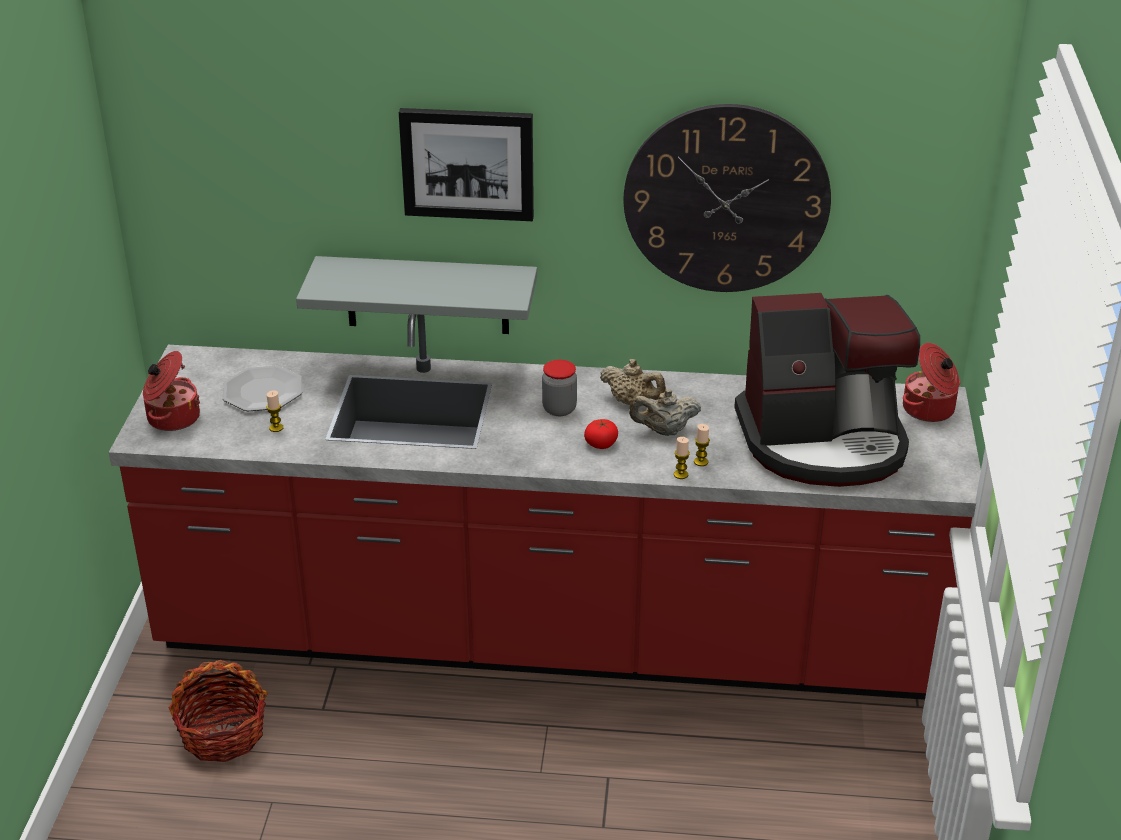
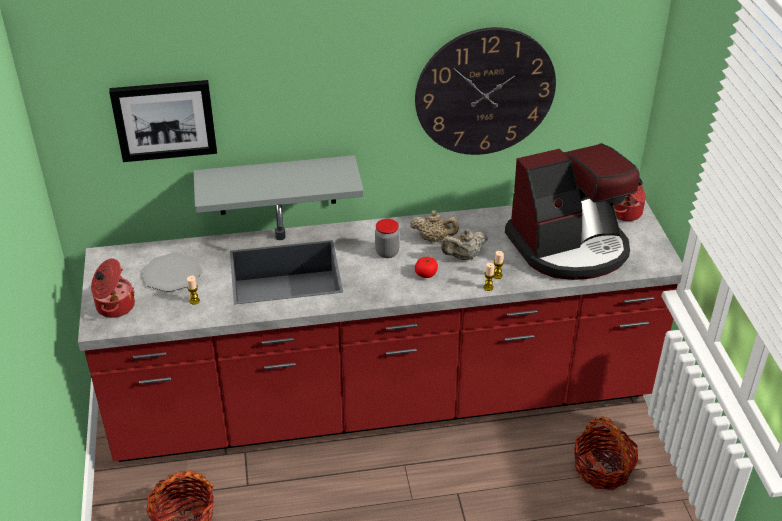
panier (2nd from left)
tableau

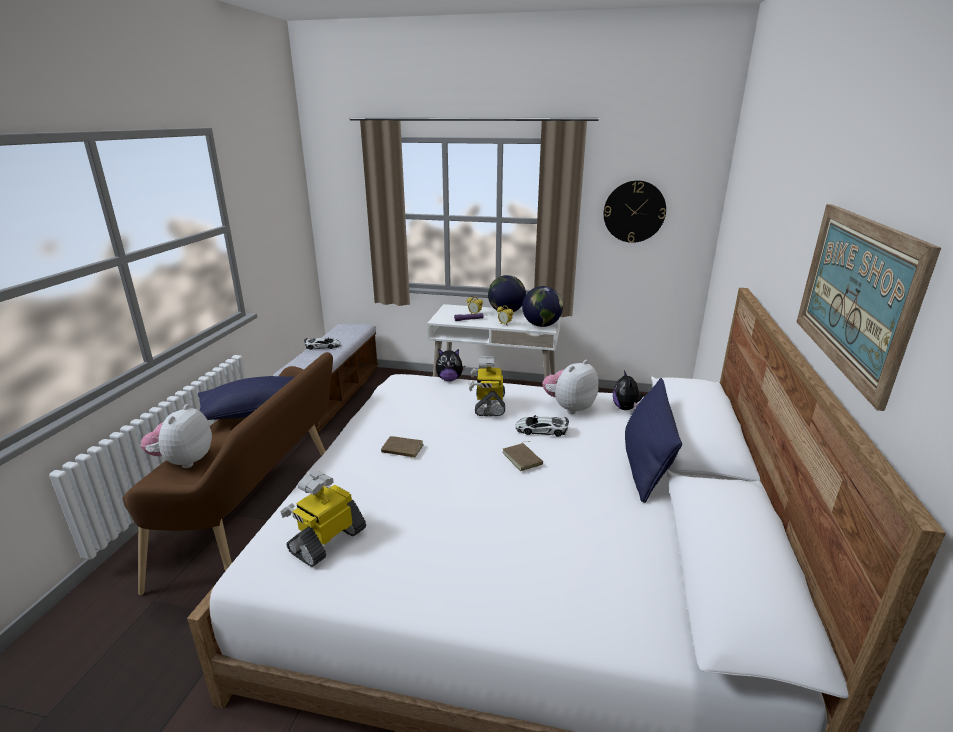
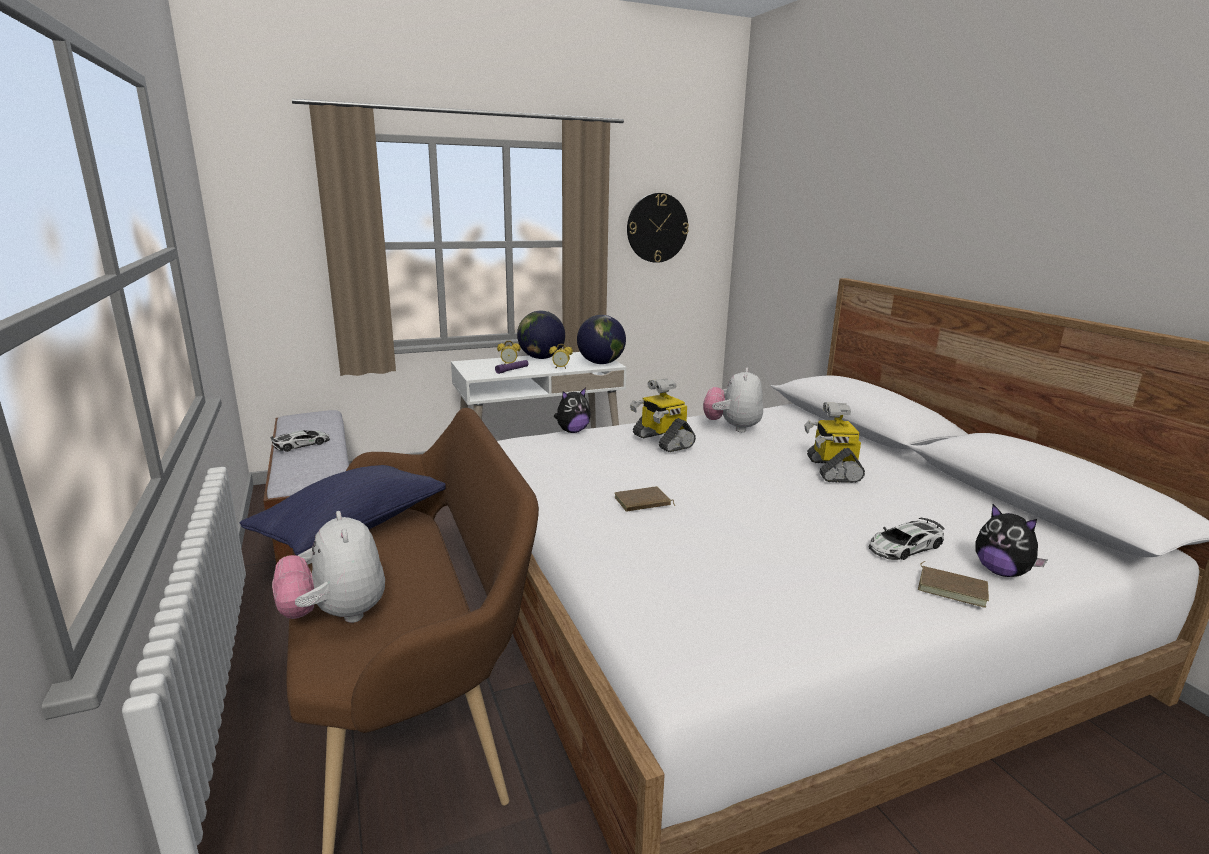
coussin (bleu) (2nd from left in the first image)
tableau
robot jouet (2nd from left)
livre (marron) (2nd from left)
petite voiture (2nd from left)
peluche (4th from left)

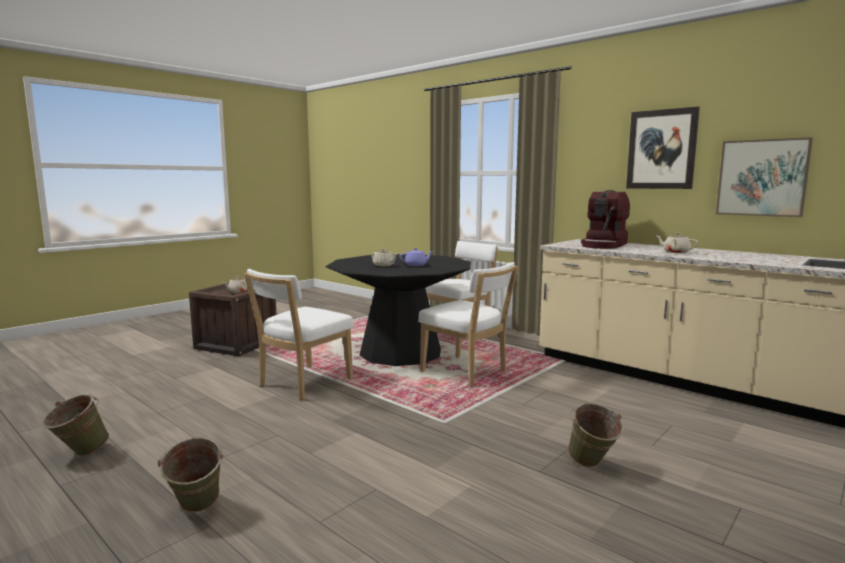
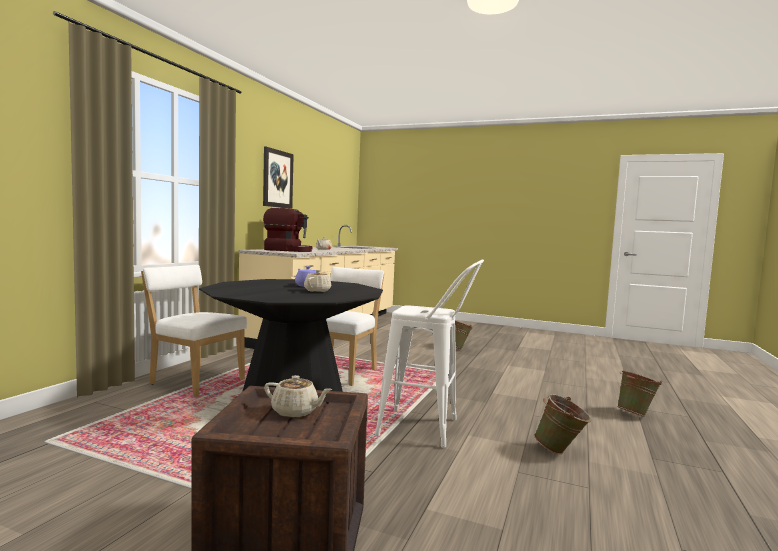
tableau (2nd from left in the first image)
seau (vert) (2nd from left)
tabouret (blanc)

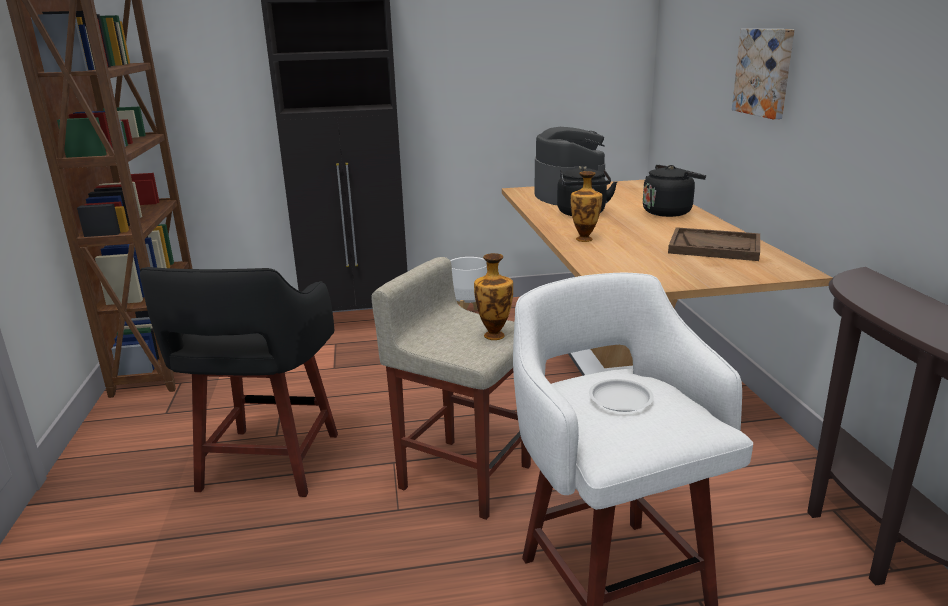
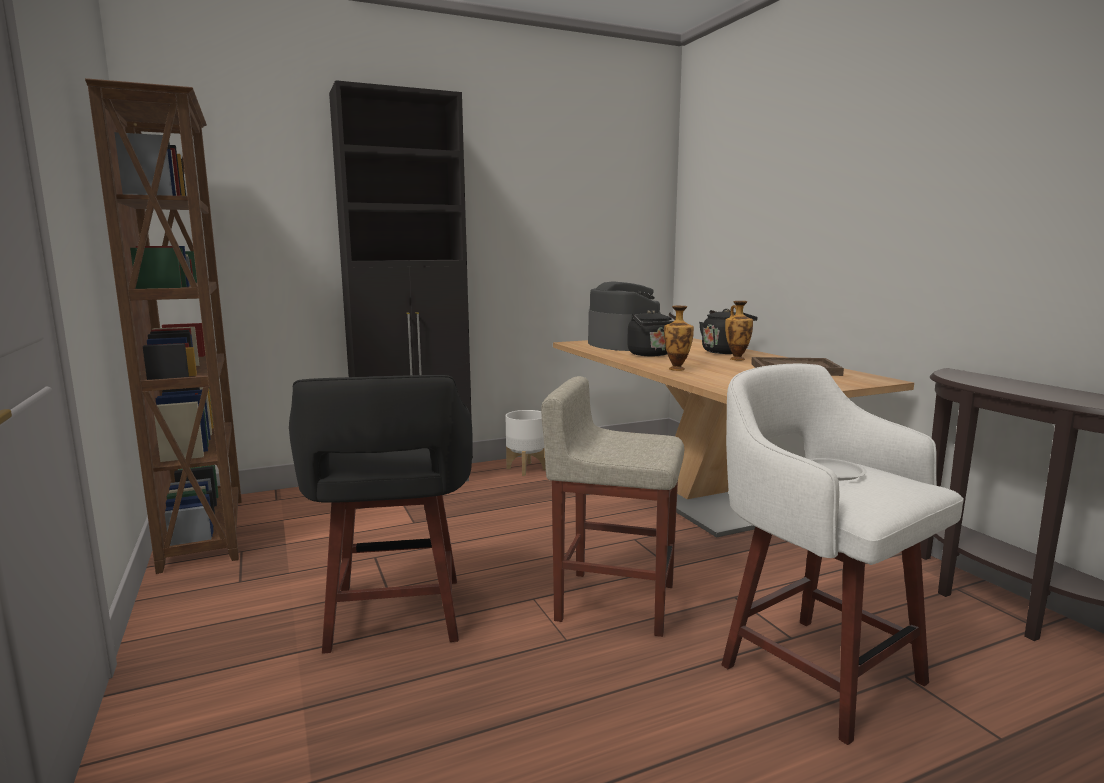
tableau
vase (2nd from left)

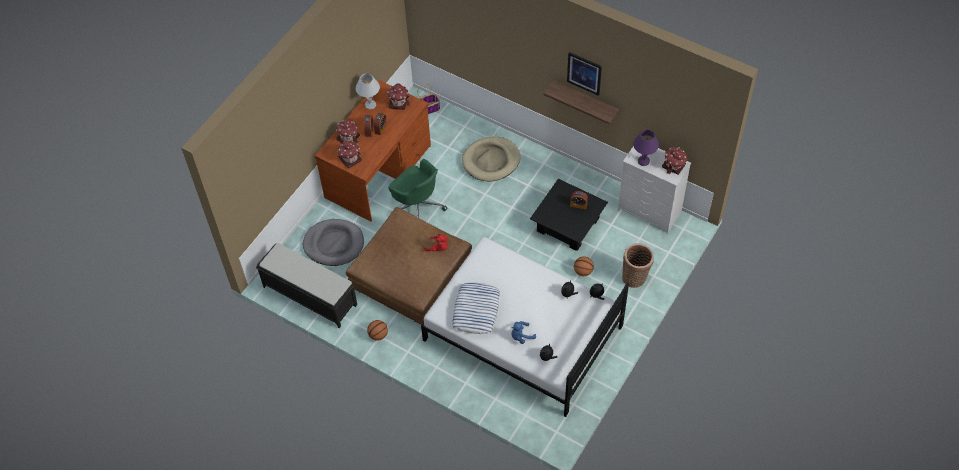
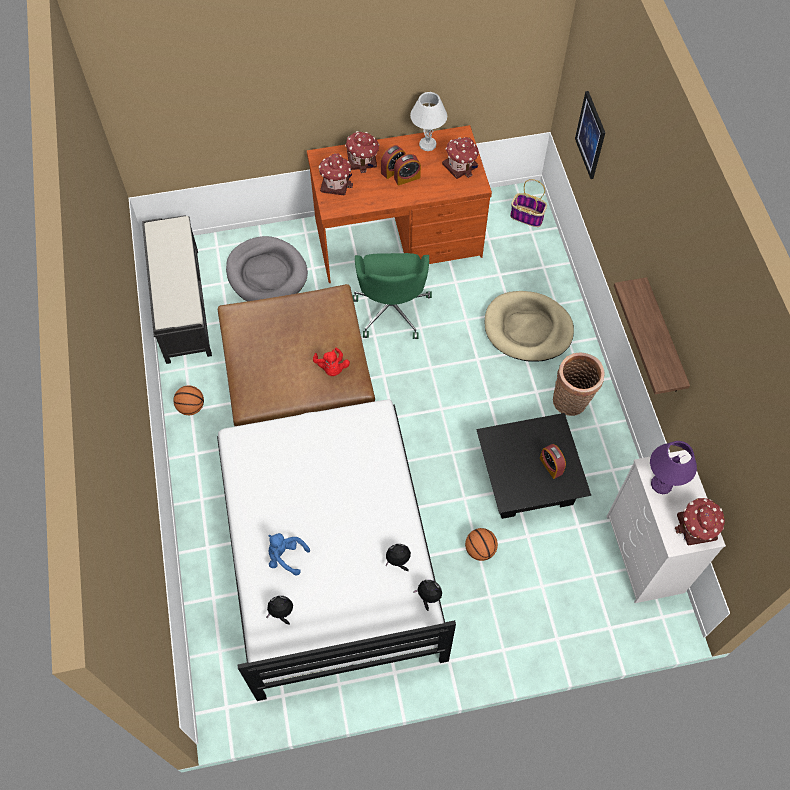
coussin
tableau
panier (2nd from left)

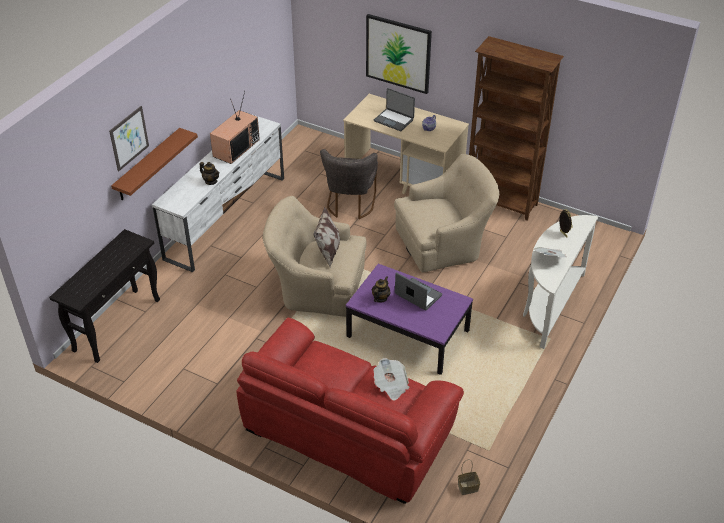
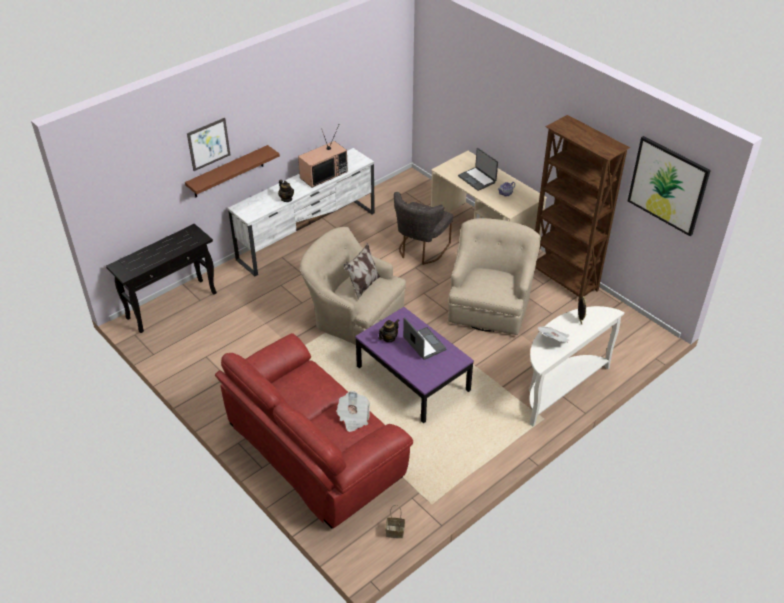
tableau (2nd from left)
fauteuil (beige) (2nd from left)

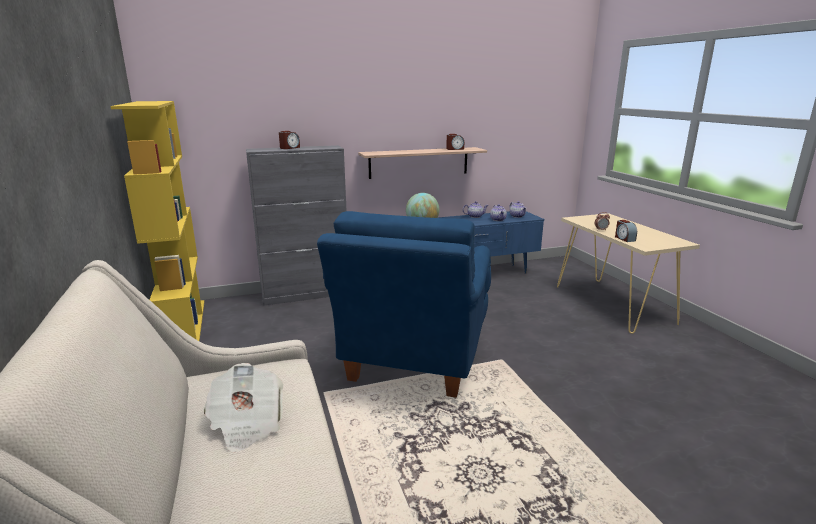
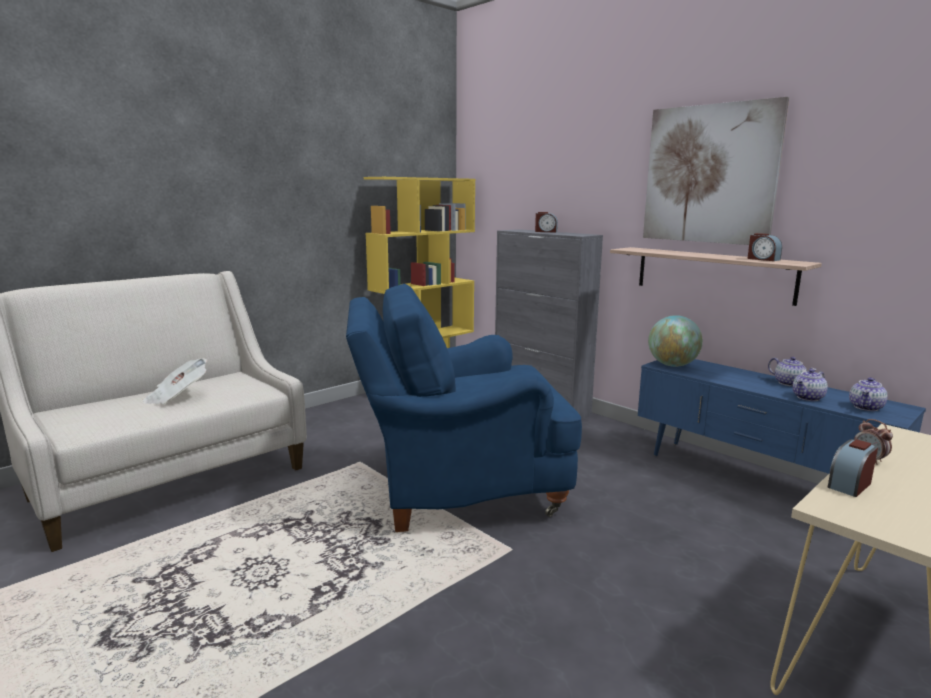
tableau

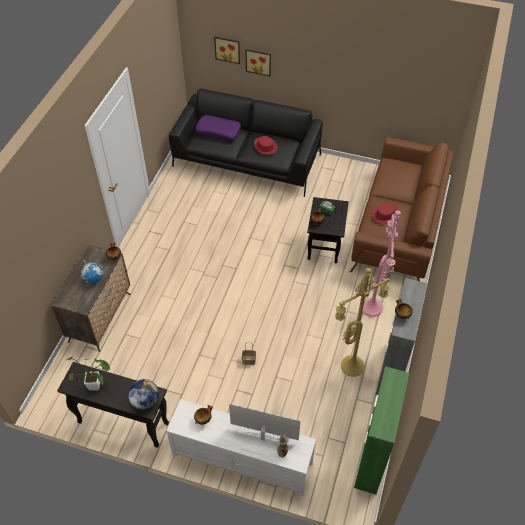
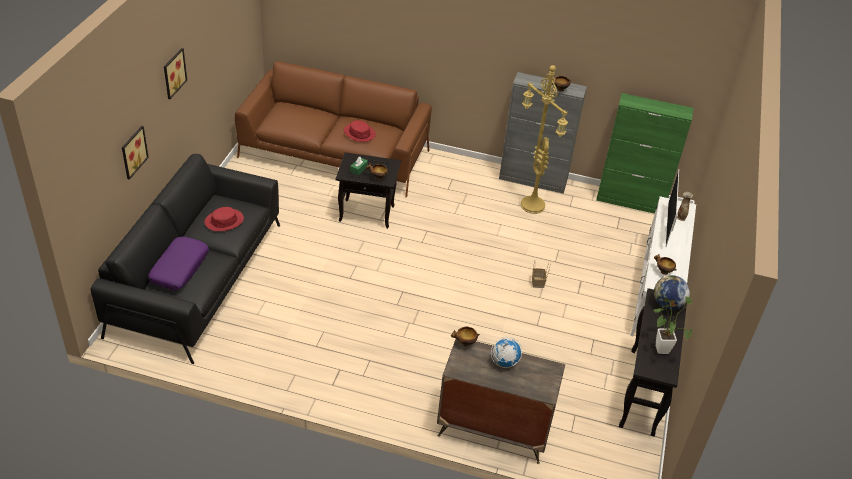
lampadaire (rose)
tableau (2nd from left)

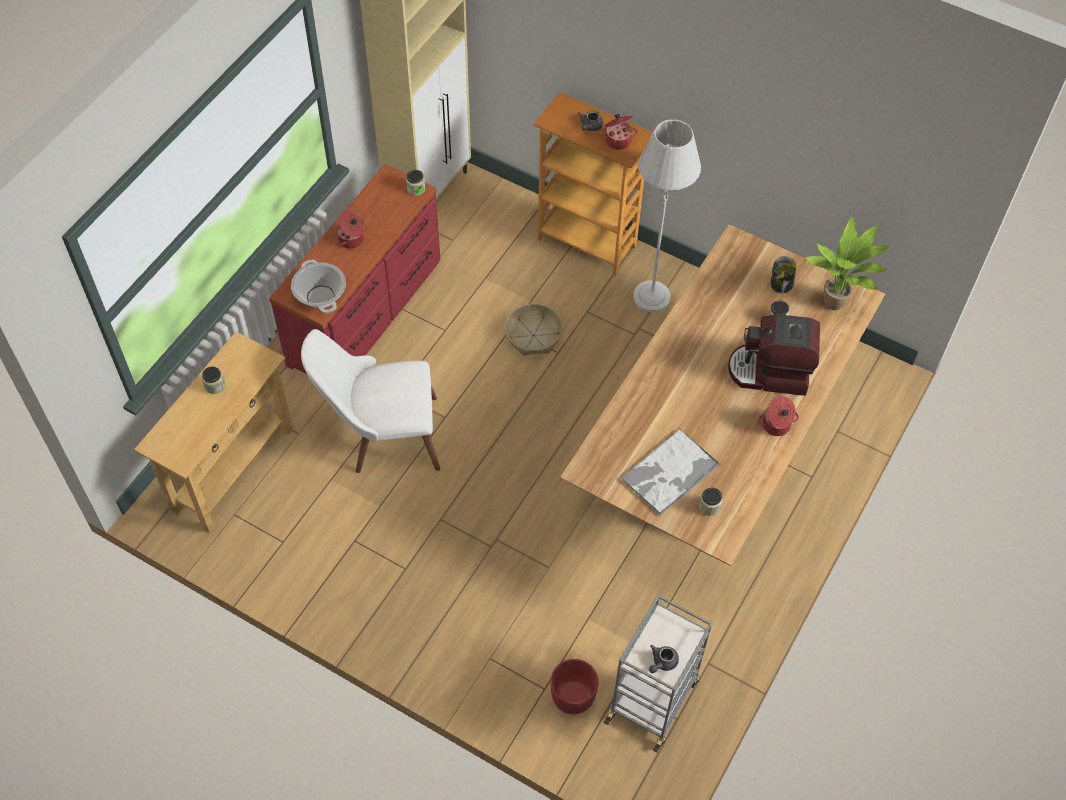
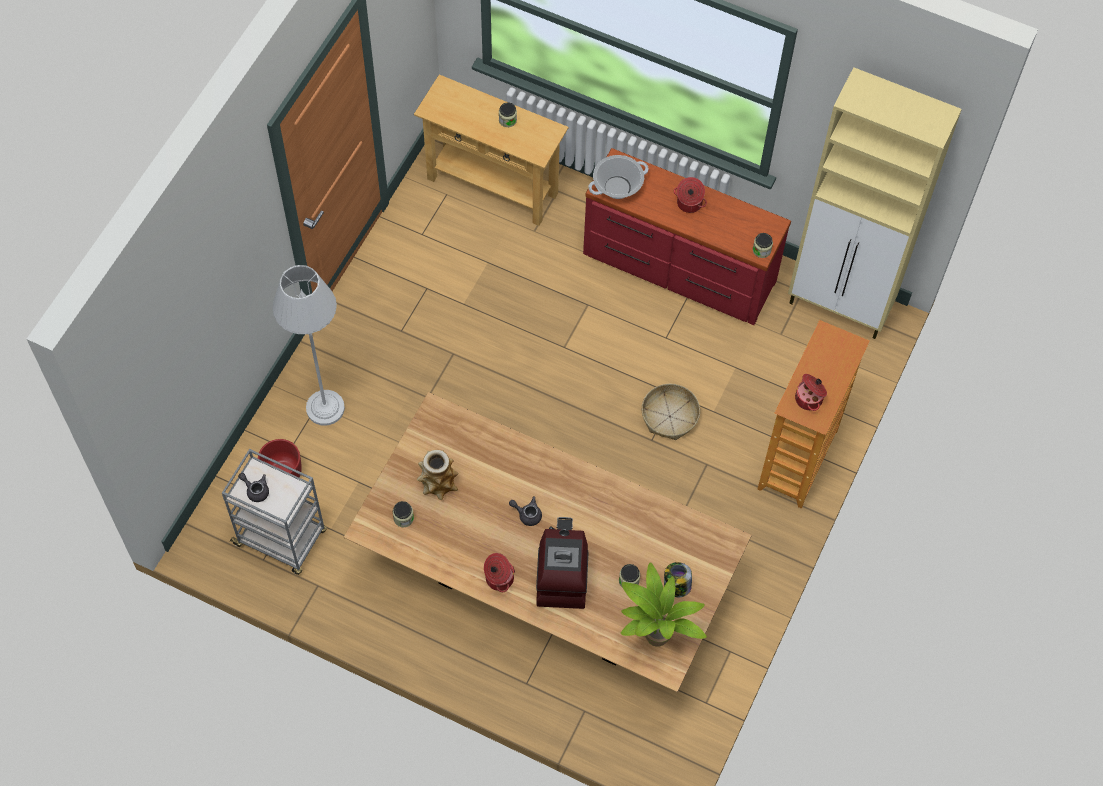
chaise (blanc)
théière (gris) (2nd from left)
lampadaire (gris)
vase

